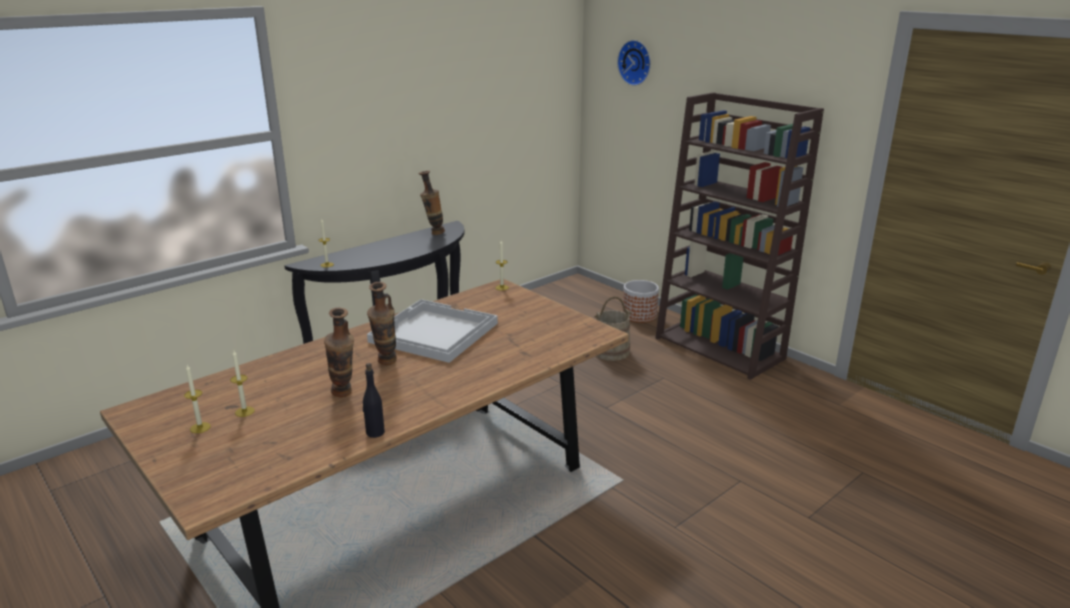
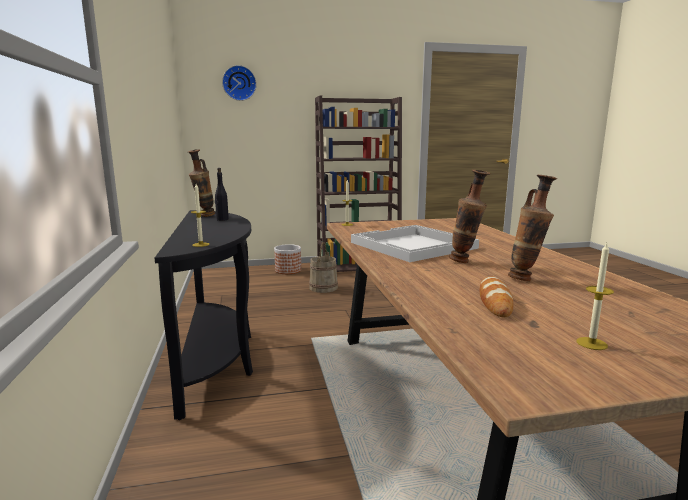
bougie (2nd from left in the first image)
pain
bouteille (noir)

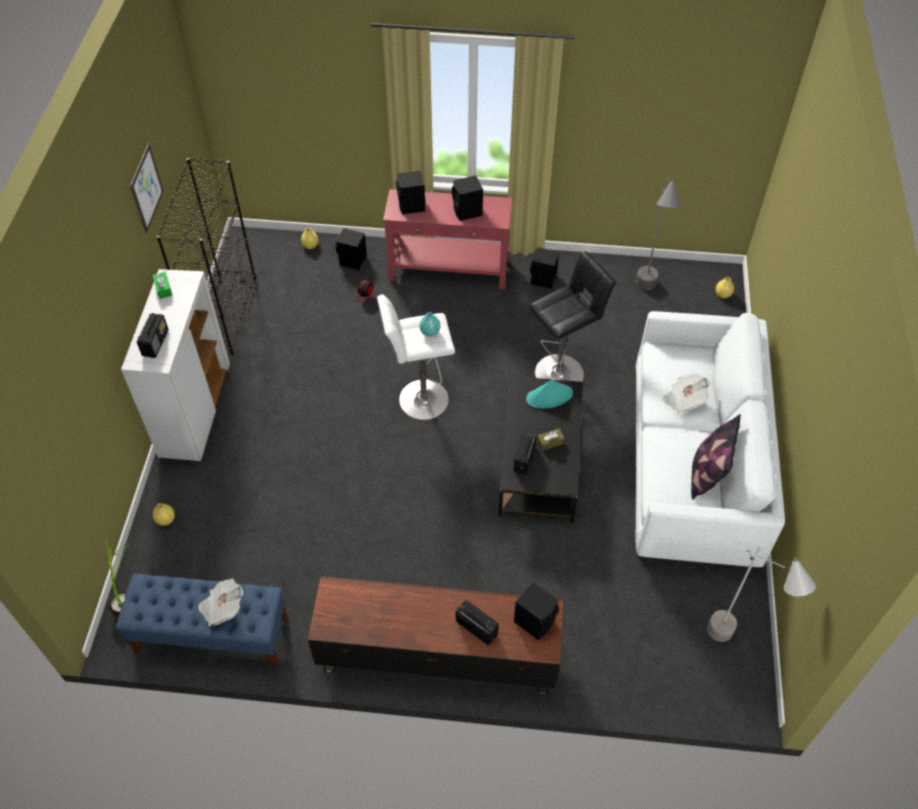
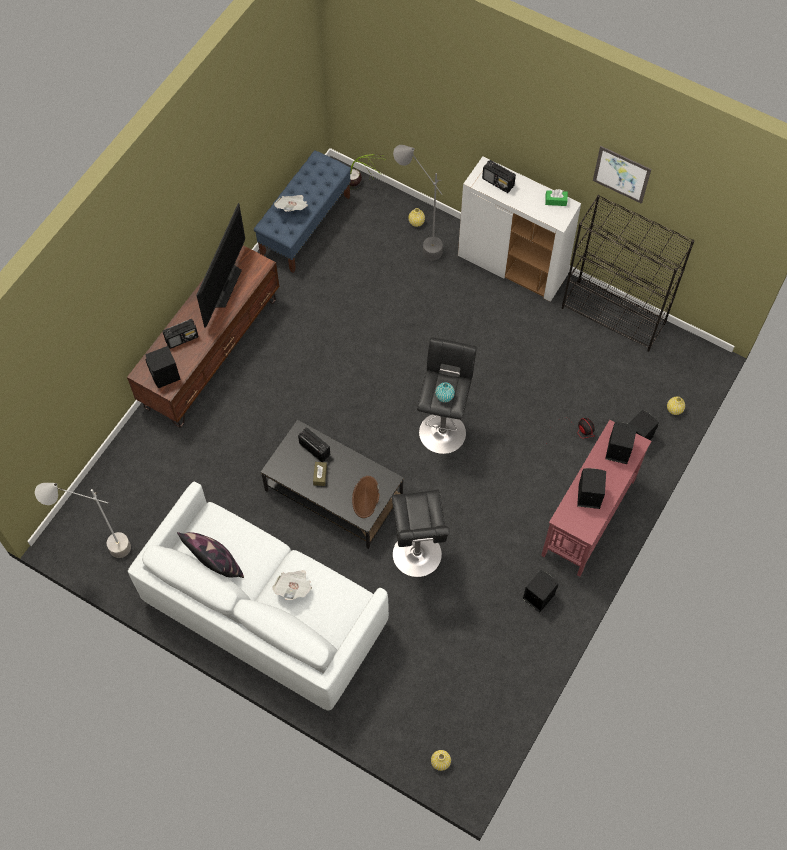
téléviseur
lampadaire (gris) (2nd from left)
tabouret (noir) (2nd from left)
chapeau (marron)

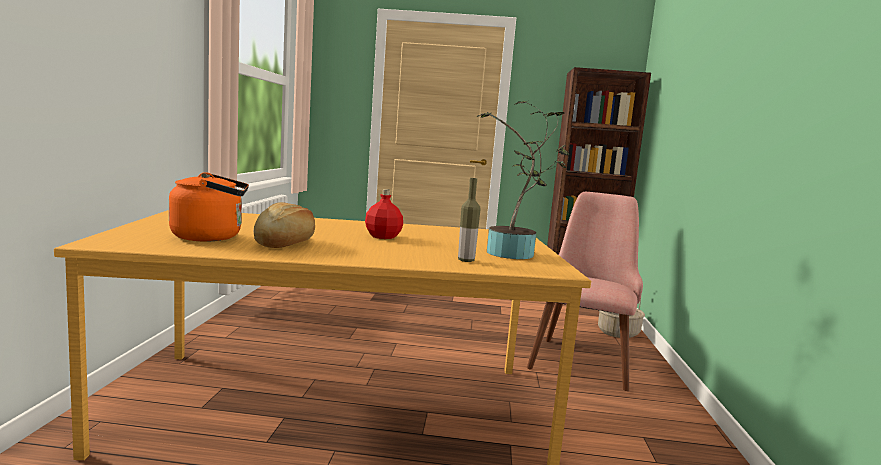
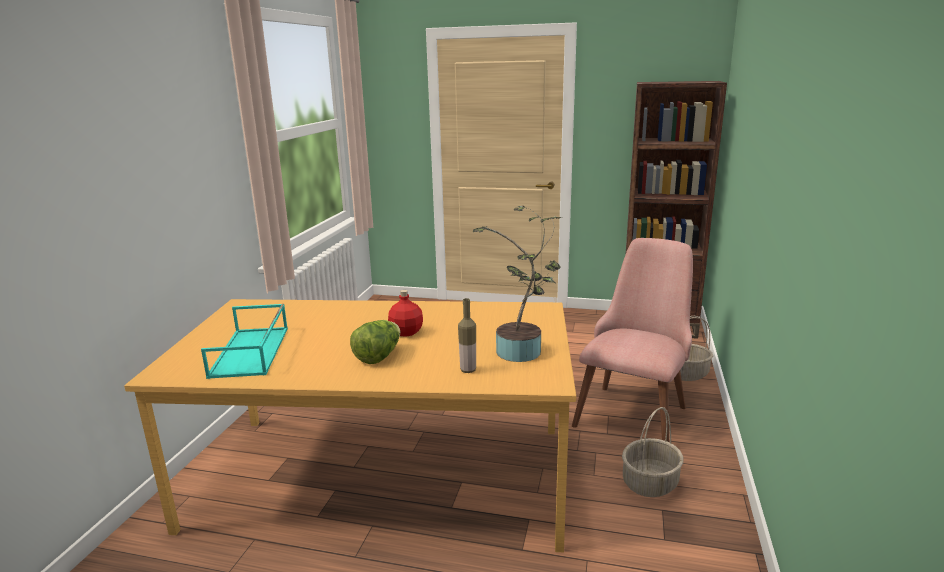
pain
laitue
panier (1st from left)
plateau (turquoise)

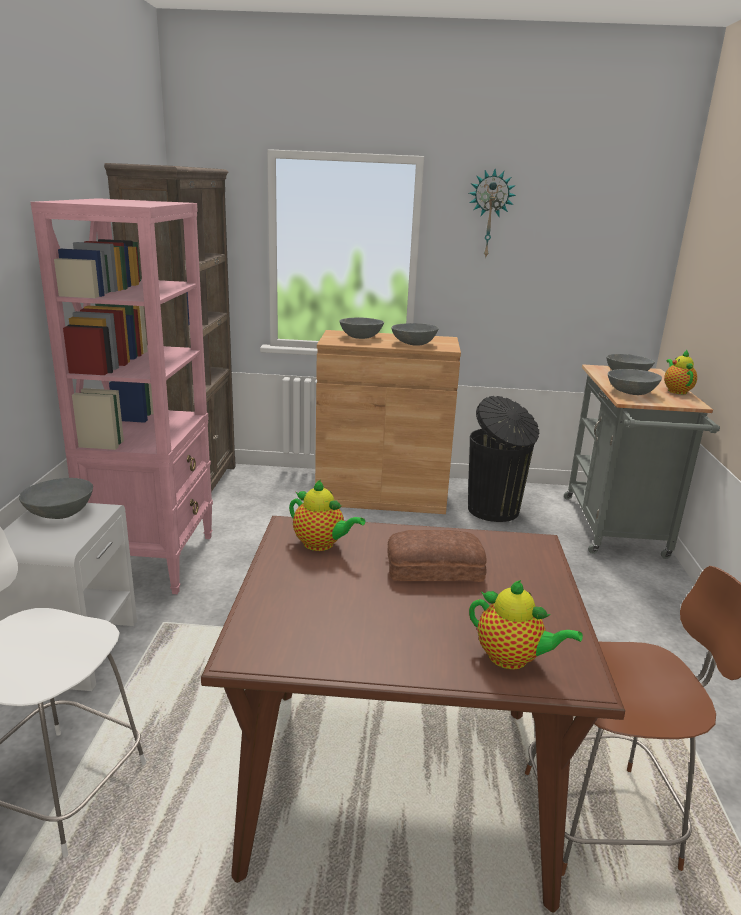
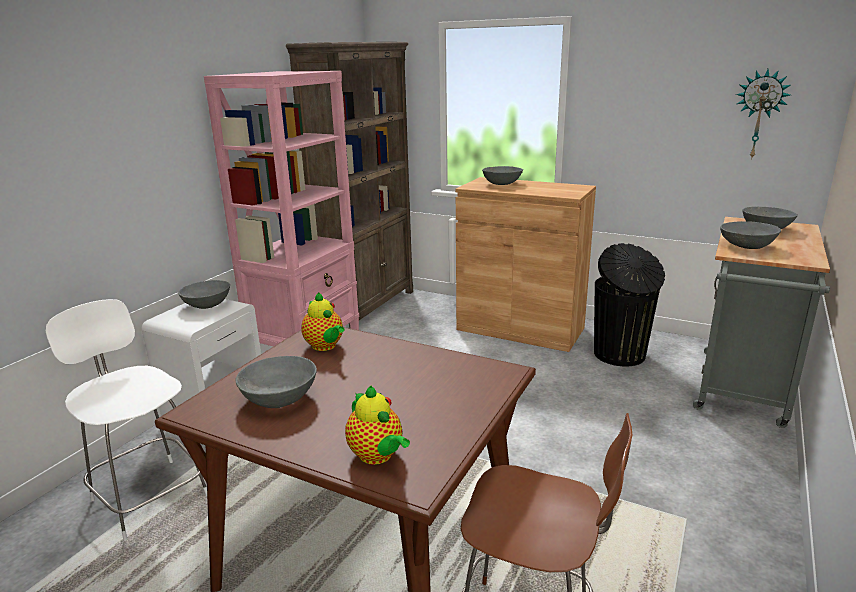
pain
théière (3rd from left in the first image)
bol (gris) (2nd from left)
horloge murale

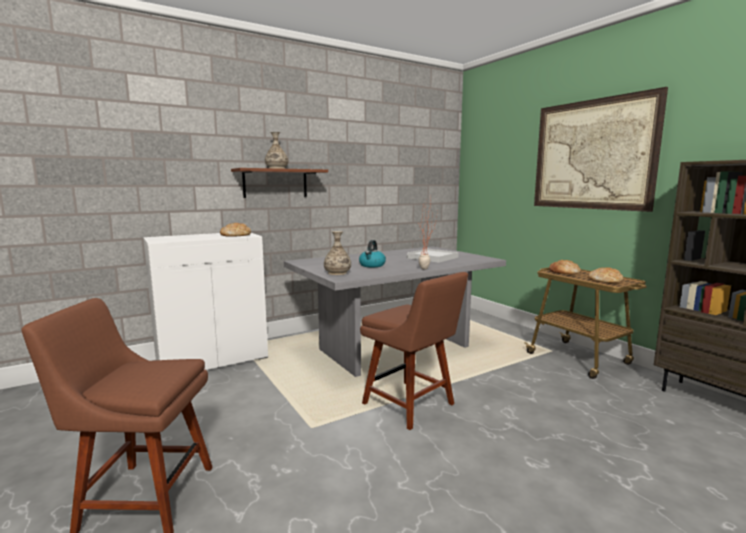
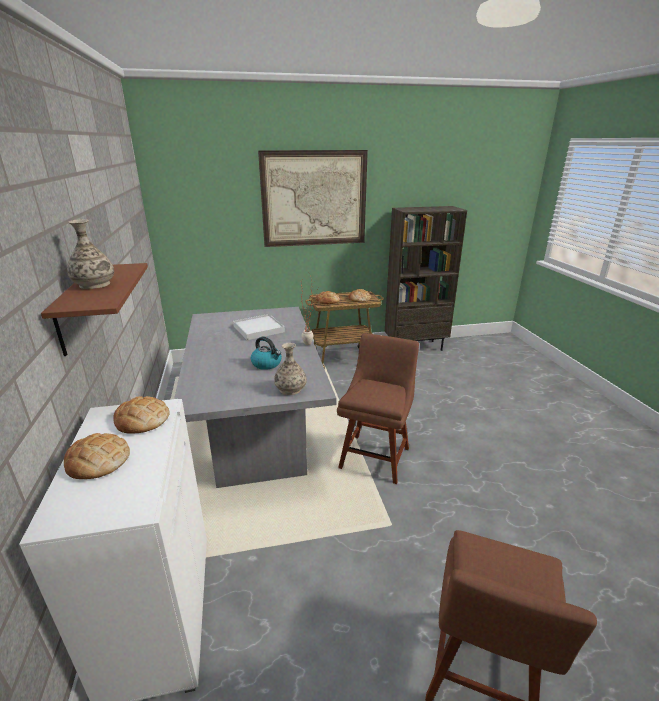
pain (1st from left)
chaise (marron) (1st from left)

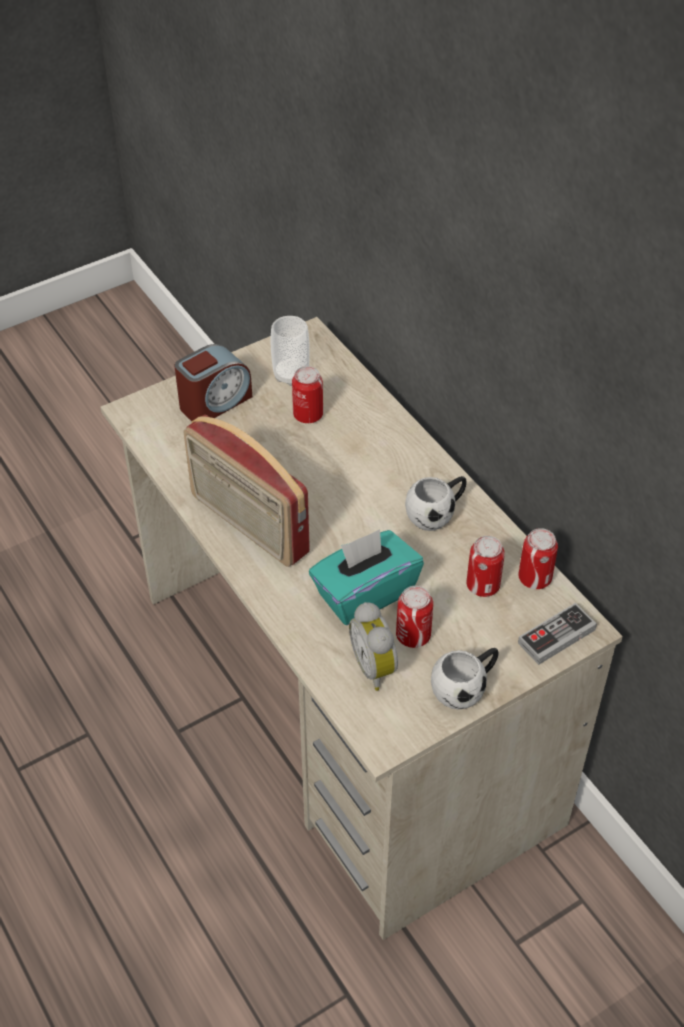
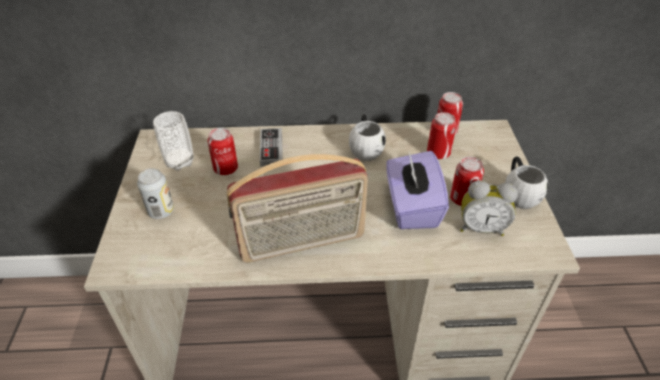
manette
boîte métallique (1st from left)
boîte à mouchoirs (violet)

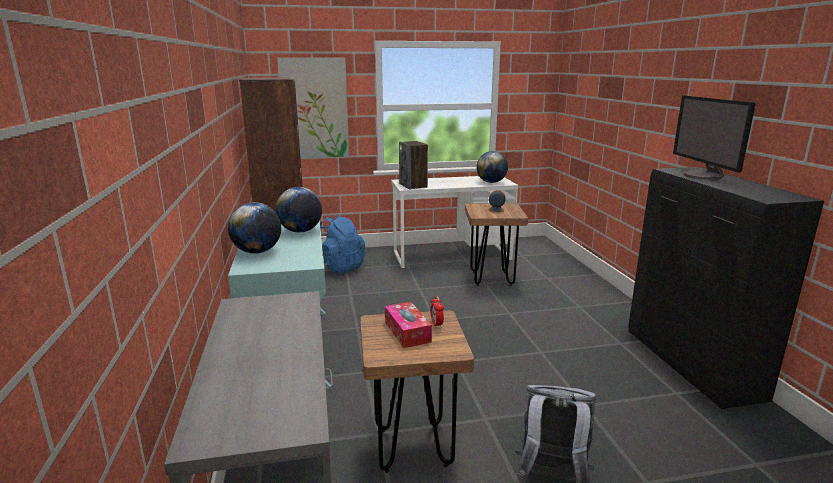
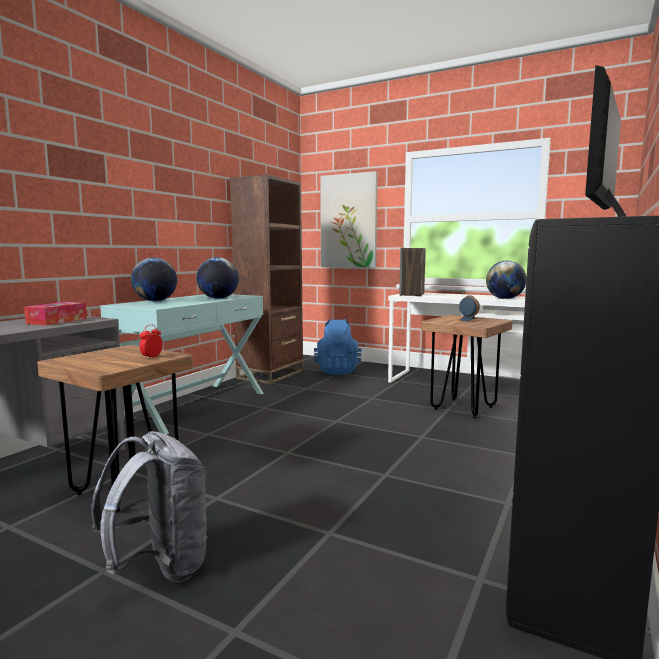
boîte à mouchoirs

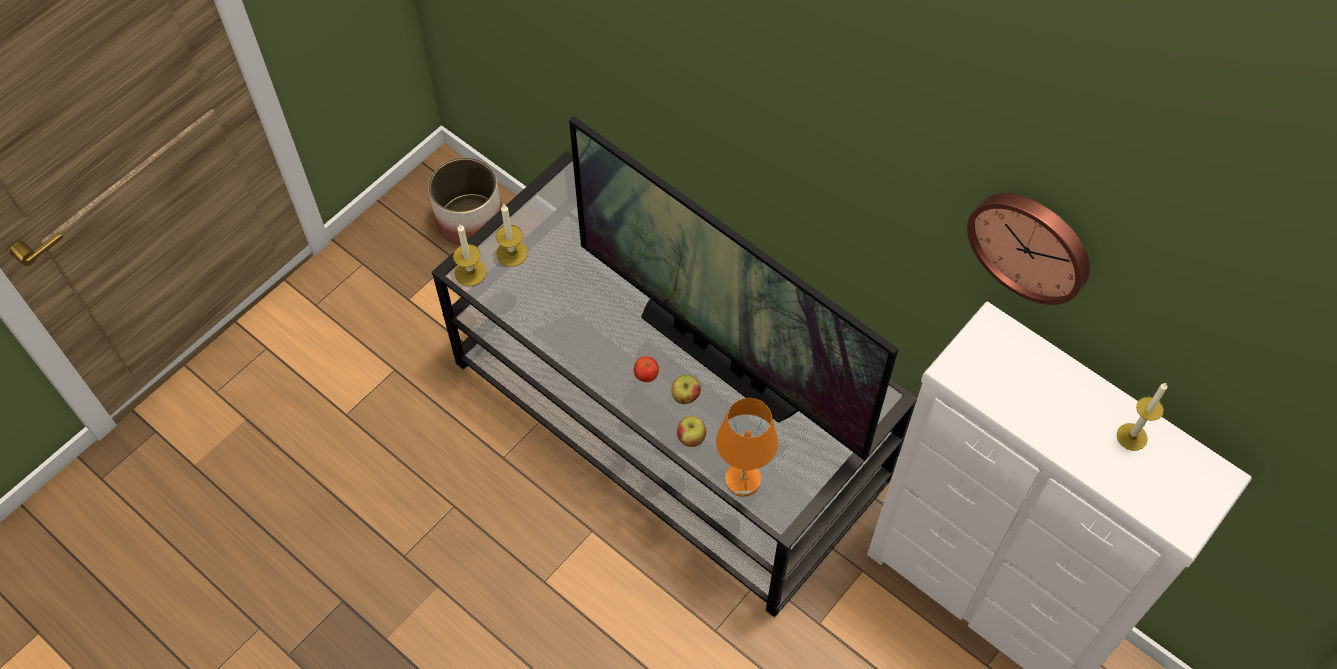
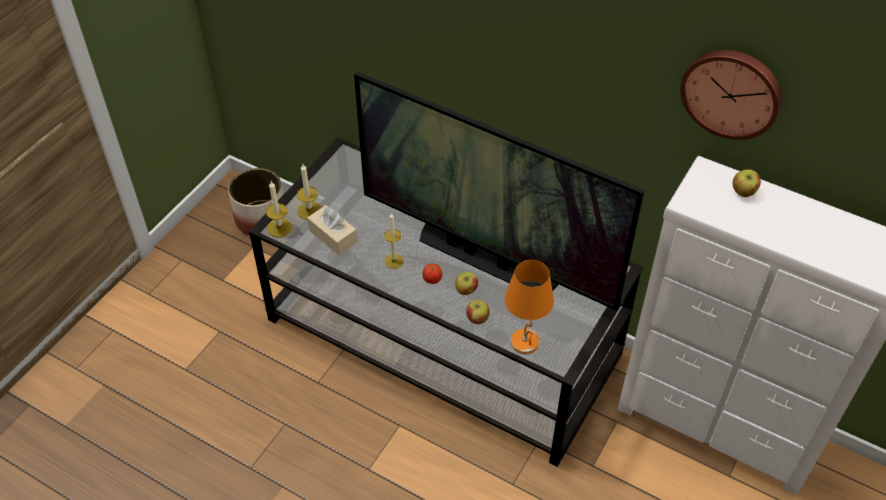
boîte à mouchoirs (beige)
pomme (4th from left)
bougie (3rd from left)

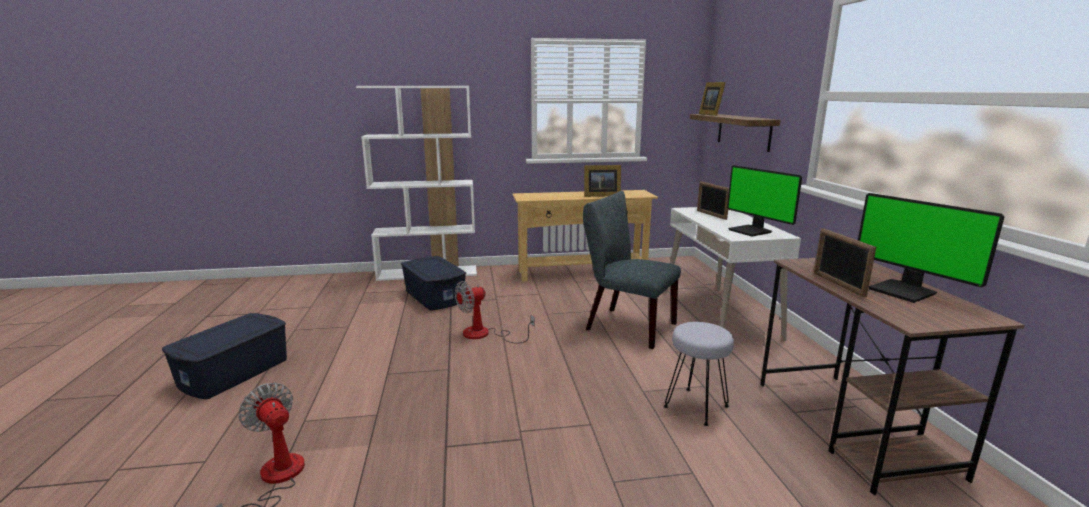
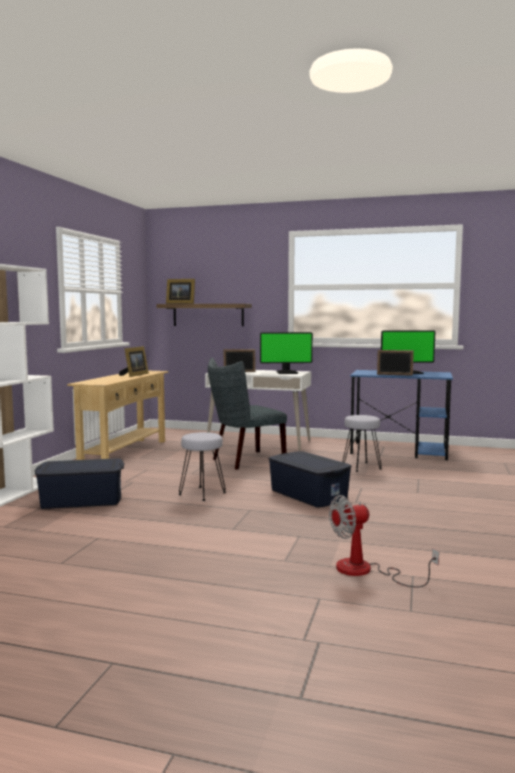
boîte de rangement (bleu) (2nd from left)
tabouret (gris) (1st from left)
bureau (bleu)

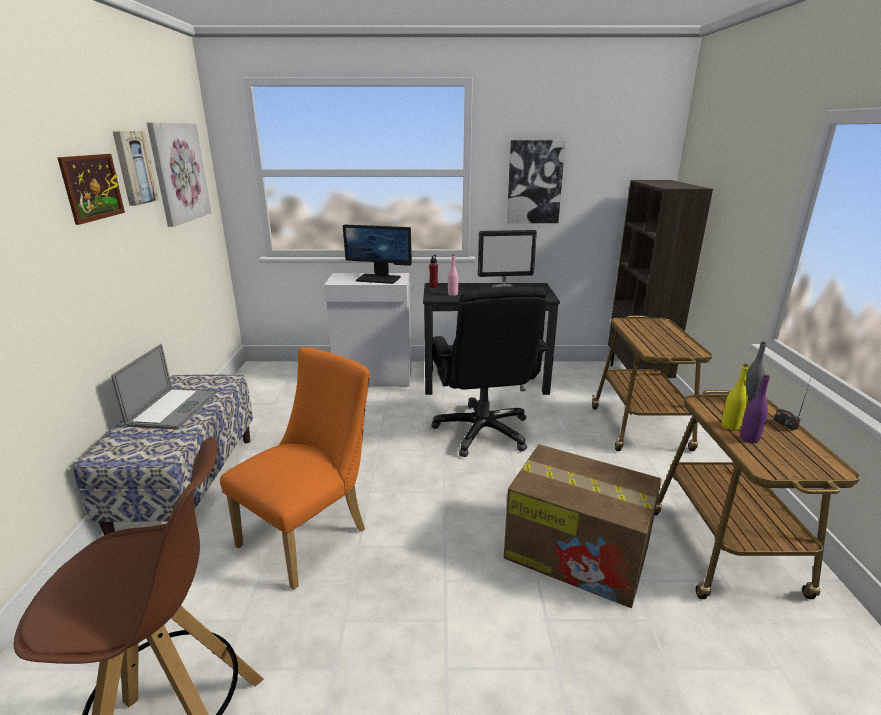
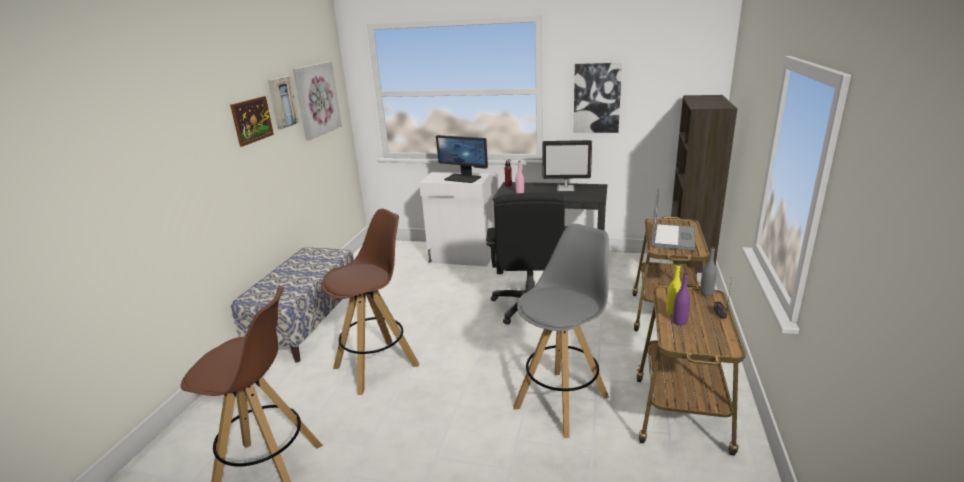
ordinateur portable
tabouret (marron) (2nd from left)
tabouret (gris)

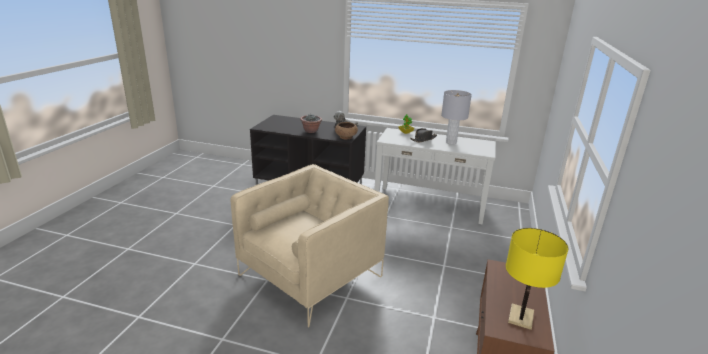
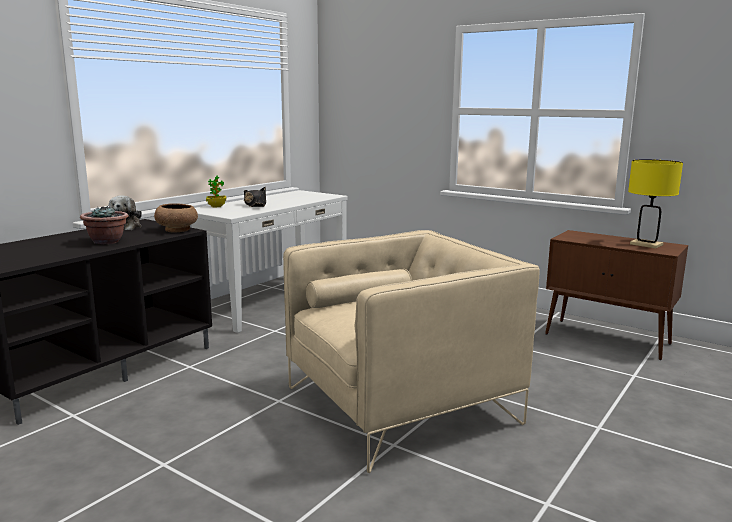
lampe de table (gris)
fauteuil (beige)

